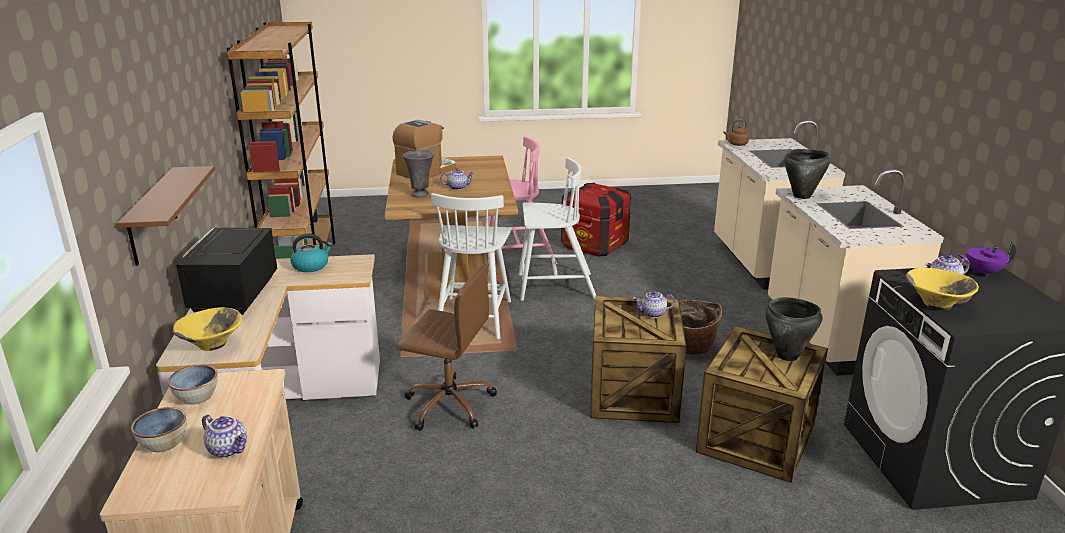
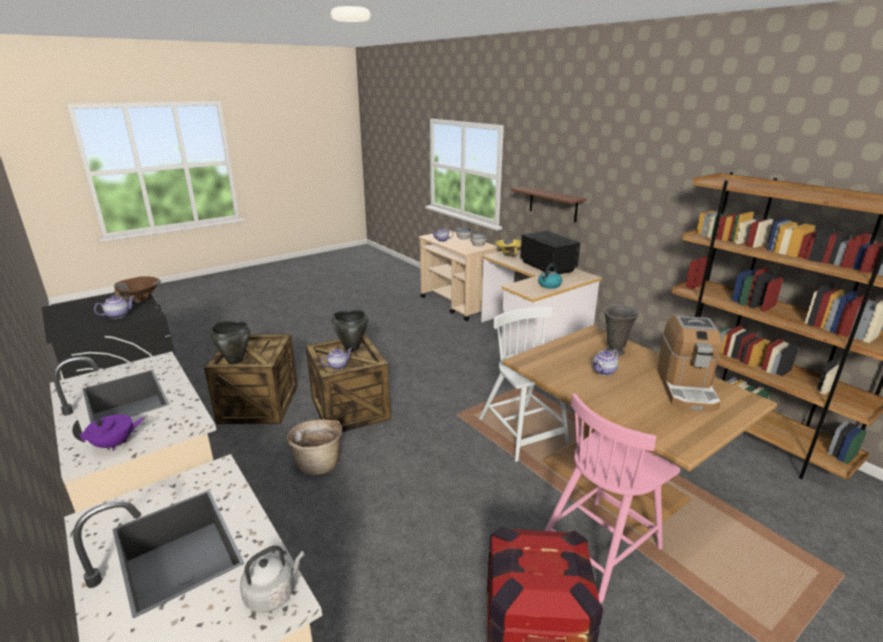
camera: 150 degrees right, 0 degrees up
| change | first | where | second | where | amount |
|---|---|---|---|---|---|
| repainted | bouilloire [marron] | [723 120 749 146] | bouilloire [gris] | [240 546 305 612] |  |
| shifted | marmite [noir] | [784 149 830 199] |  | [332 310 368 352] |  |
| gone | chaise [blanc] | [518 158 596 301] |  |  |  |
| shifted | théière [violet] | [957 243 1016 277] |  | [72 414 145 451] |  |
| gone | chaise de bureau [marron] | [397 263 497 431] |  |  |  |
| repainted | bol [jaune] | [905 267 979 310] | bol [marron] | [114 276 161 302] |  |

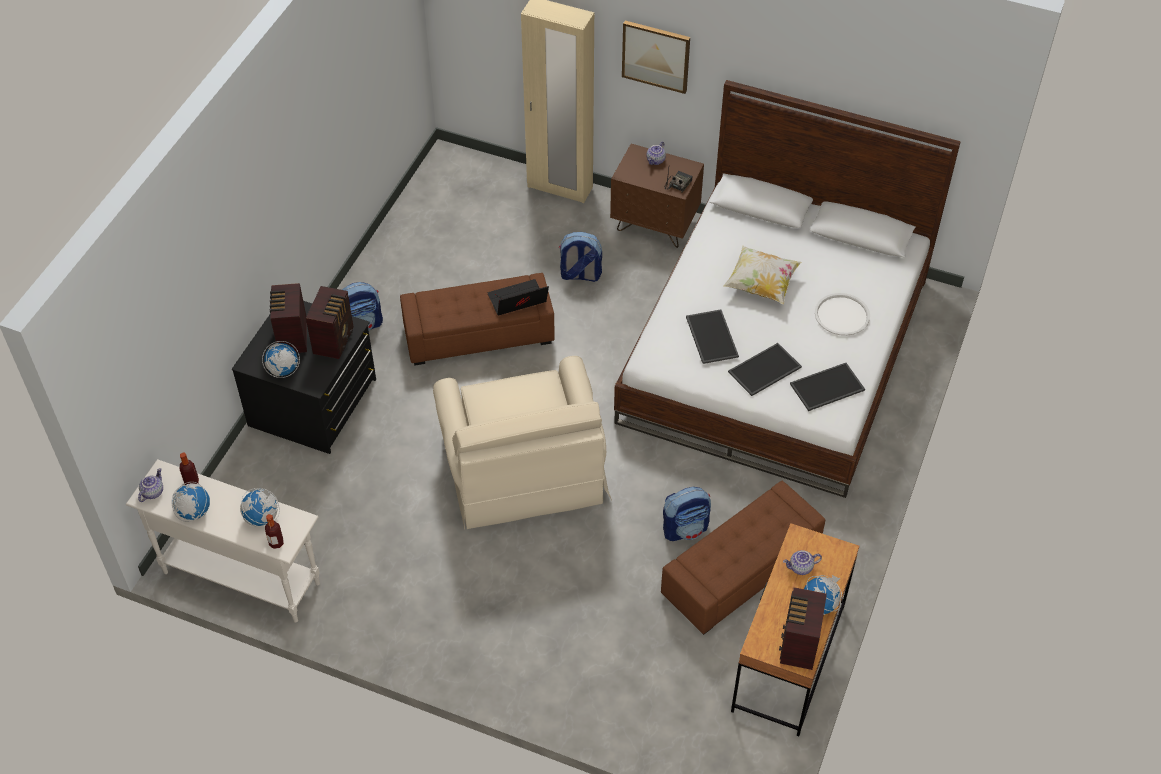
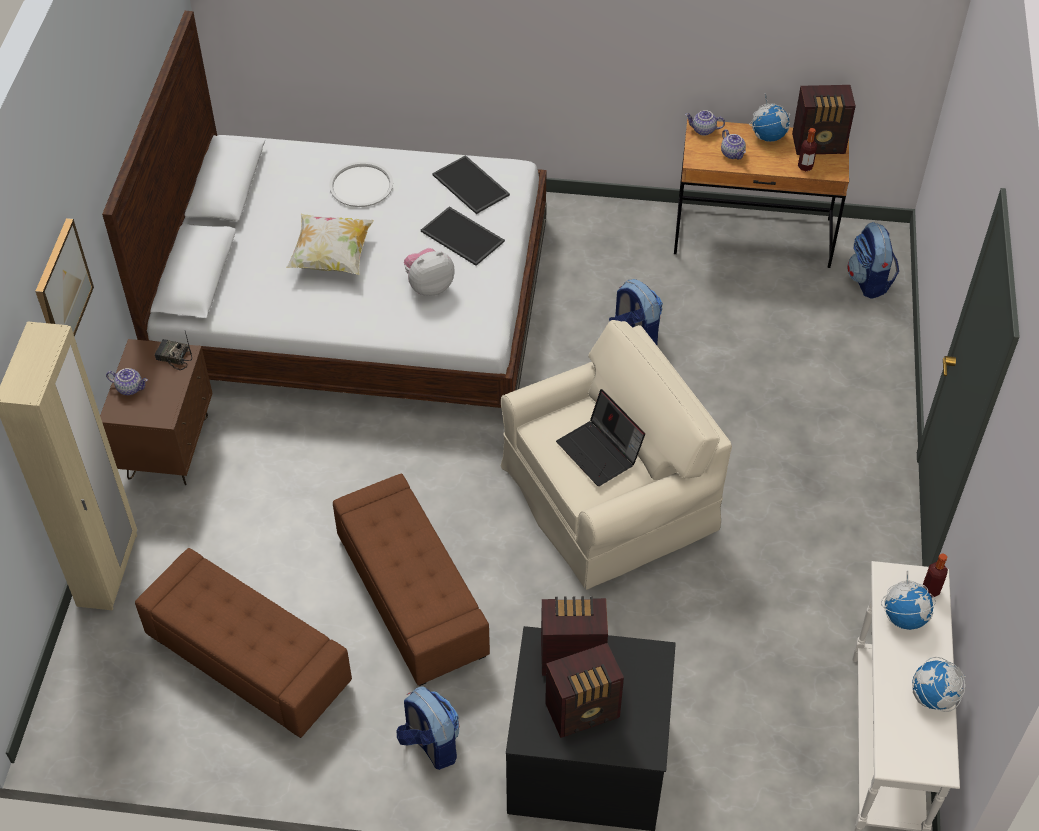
camera: 105 degrees left, 0 degrees up
| change | first | where | second | where | amount |
|---|---|---|---|---|---|
| shifted | sac à dos | [559 232 602 282] |  | [847 222 899 299] |  |
| shifted | ordinateur portable | [488 279 549 315] |  | [556 389 645 486] |  |
| swapped | plateau | [686 309 739 364] | peluche | [404 248 455 296] |  |
| gone | globe | [262 341 300 378] |  |  |  |
| shifted | bouteille | [180 453 199 485] |  | [798 128 817 171] |  |
| shifted | théière | [138 468 163 502] |  | [685 110 725 136] |  |
| shifted | pouf [marron] | [661 481 825 635] |  | [135 548 352 738] |  |

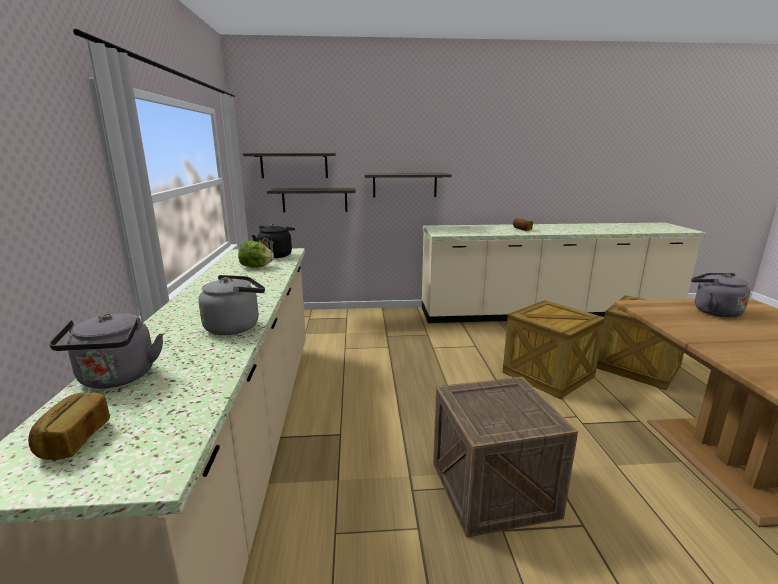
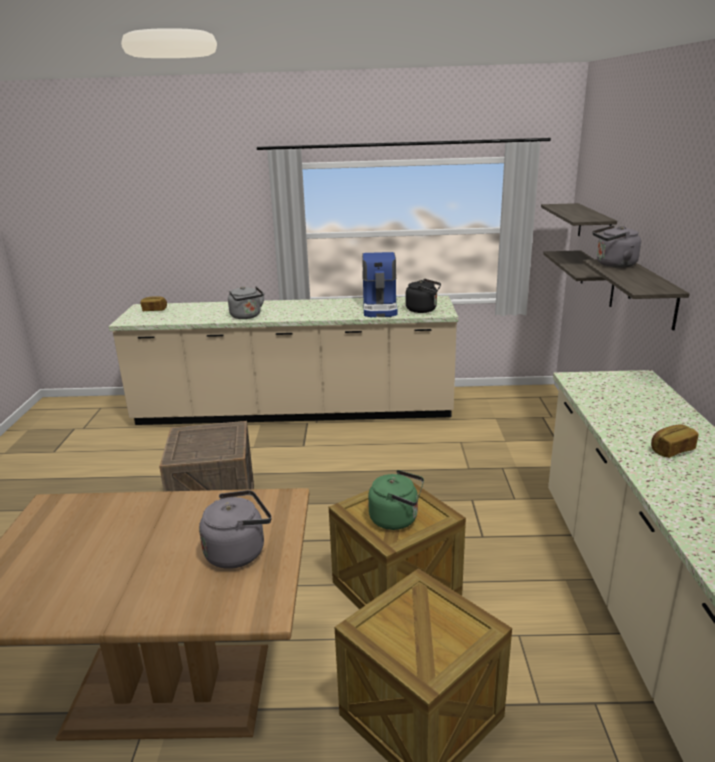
camera: 95 degrees right, 5 degrees up
| change | first | where | second | where | amount |
|---|---|---|---|---|---|
| swapped | laitue | [238 241 274 267] | machine à café | [362 252 397 317] |  |
| shifted | bouilloire [gris] | [49 313 163 389] |  | [593 225 641 268] |  |
| new |  |  | bouilloire [vert] | [368 470 424 530] |  |

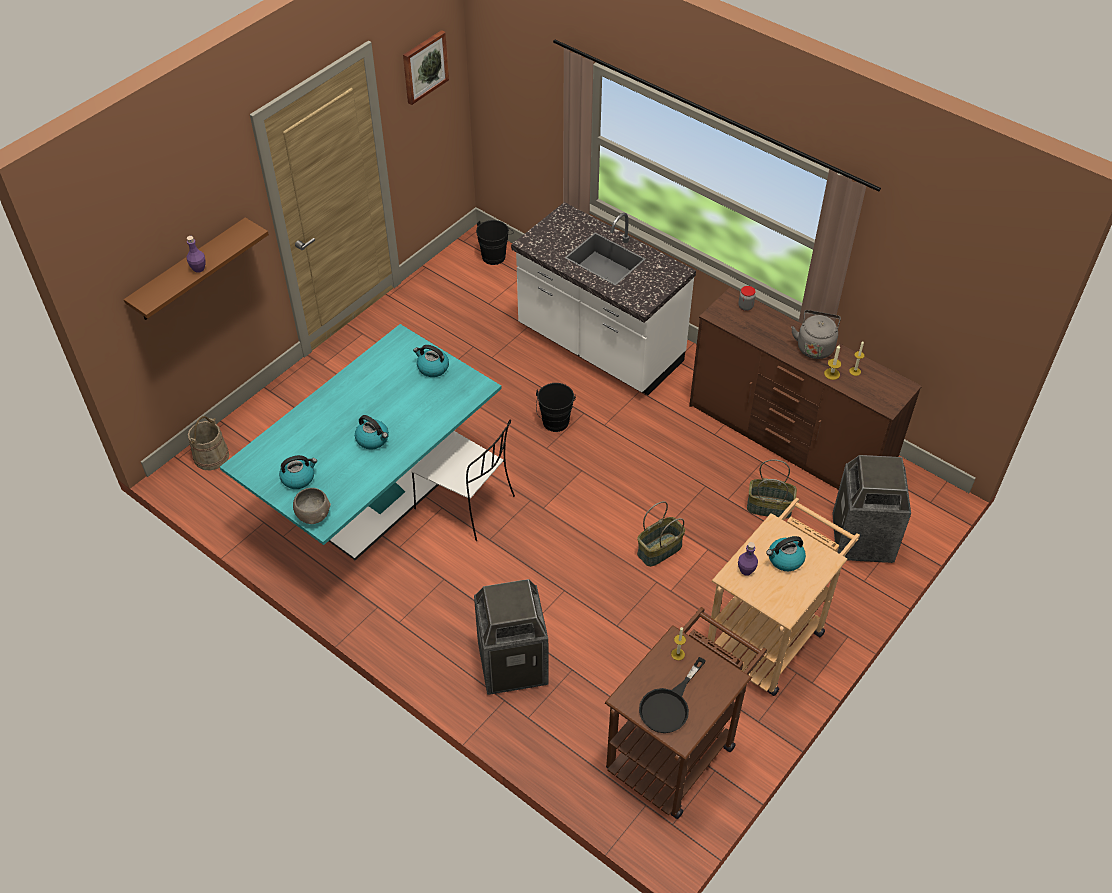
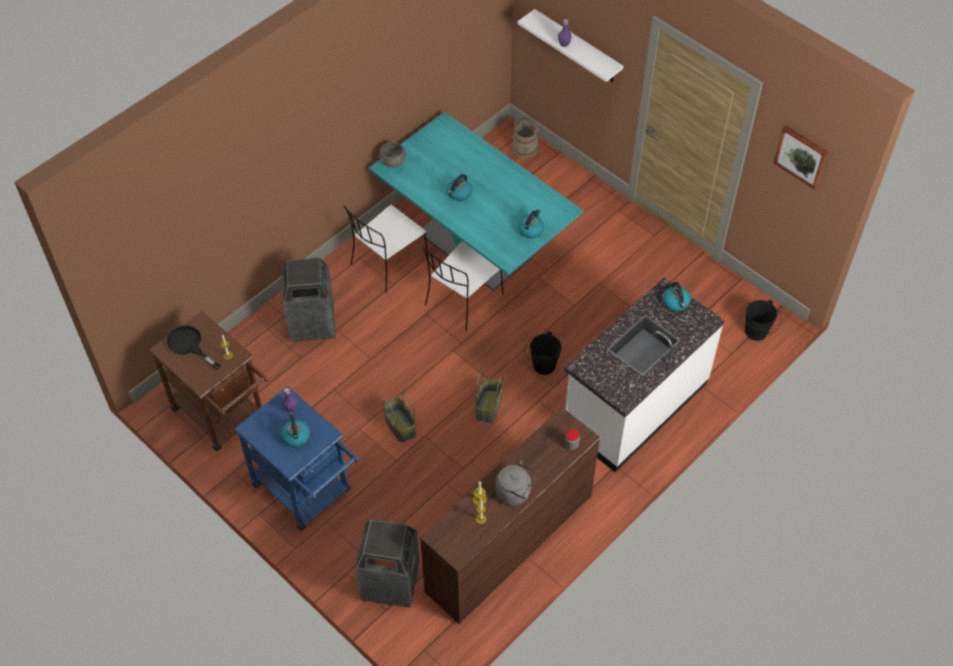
camera: 95 degrees right, 5 degrees up
| change | first | where | second | where | amount |
|---|---|---|---|---|---|
| repainted | étagère [marron] | [124 217 269 320] | étagère [blanc] | [517 9 624 82] |  |
| shifted | bouilloire | [279 455 317 489] |  | [663 282 691 311] |  |
| shifted | panier | [747 459 797 519] |  | [475 371 503 423] |  |
| repainted | chariot [beige] | [708 498 860 696] | chariot [bleu] | [234 386 359 531] |  |
| new |  |  | chaise [blanc] | [344 205 429 293] |  |

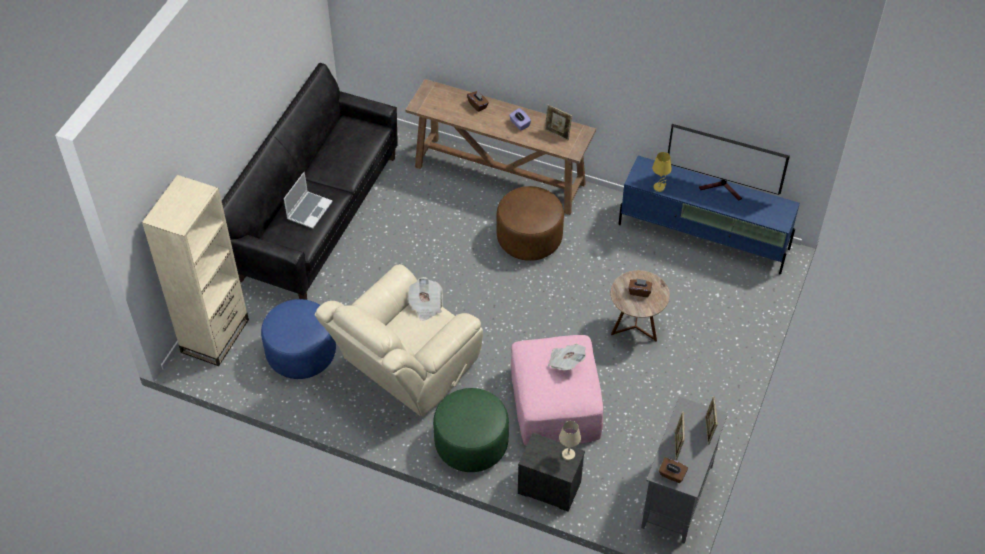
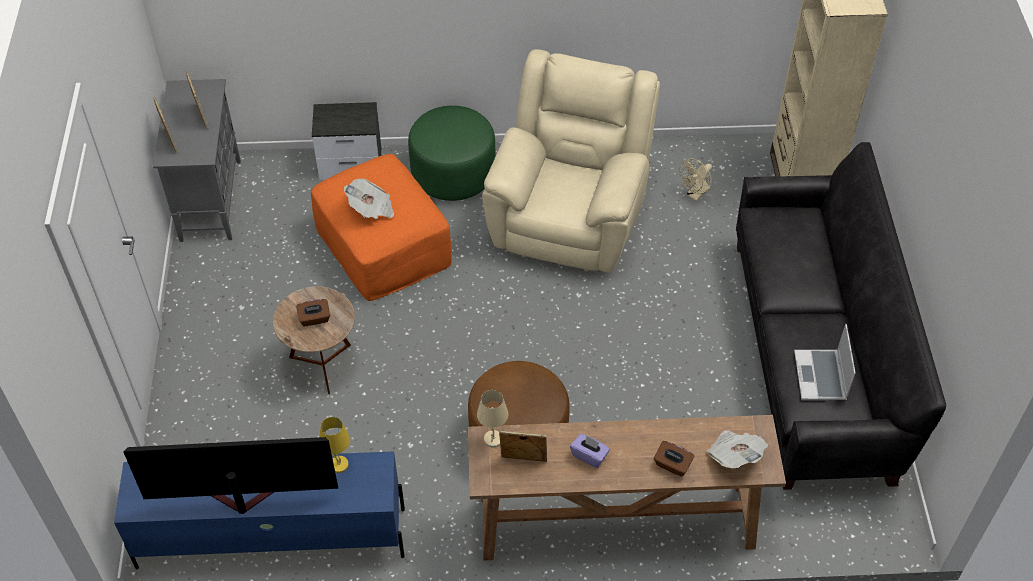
camera: 155 degrees right, 0 degrees up
| change | first | where | second | where | amount |
|---|---|---|---|---|---|
| shifted | ordinateur portable | [284 172 333 229] |  | [794 324 856 400] |  |
| shifted | journal | [407 277 443 321] |  | [706 430 768 468] |  |
| swapped | pouf [bleu] | [261 299 336 379] | ventilateur [beige] | [679 158 712 201] |  |
| repainted | pouf [rose] | [511 335 603 446] | pouf [orange] | [311 154 452 301] |  |
| shifted | lampe de table [beige] | [559 421 581 461] |  | [477 390 508 448] |  |
| gone | boîte à mouchoirs [marron] | [659 458 688 483] |  |  |  |

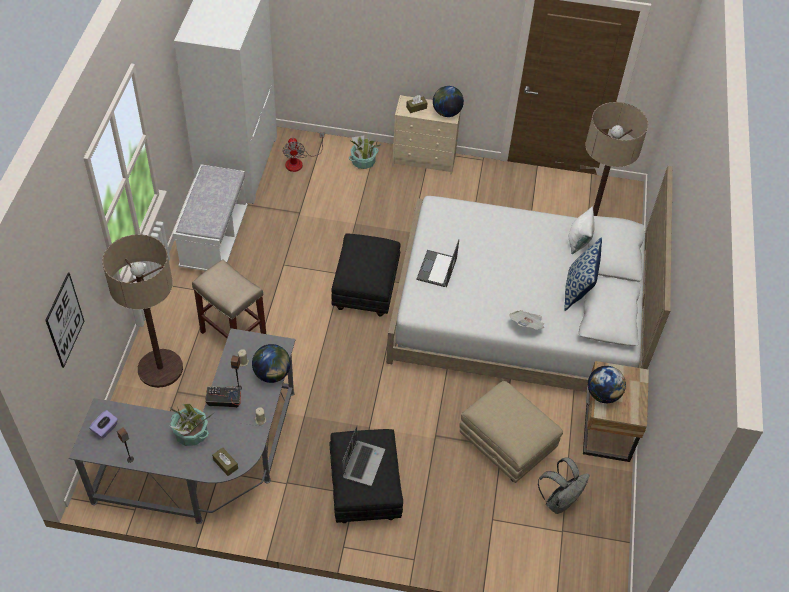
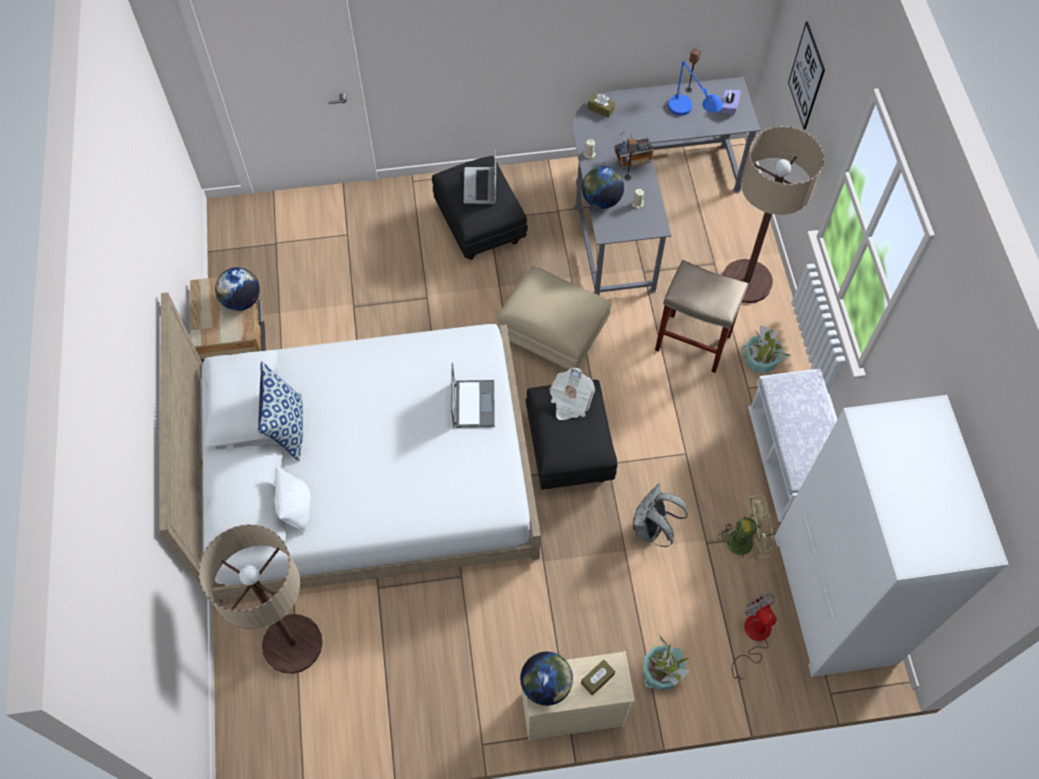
camera: 165 degrees right, 10 degrees up
| change | first | where | second | where | amount |
|---|---|---|---|---|---|
| shifted | journal | [509 310 545 330] |  | [549 368 595 420] |  |
| shifted | pouf [beige] | [459 381 563 483] |  | [497 266 612 370] |  |
| shifted | plante en pot | [170 404 215 446] |  | [741 325 791 374] |  |
| shifted | sac à dos [gris] | [538 458 590 514] |  | [633 483 688 547] |  |
| new |  |  | lampe de table [bleu] | [668 61 723 116] |  |
| new |  |  | ventilateur [vert] | [719 495 774 564] |  |

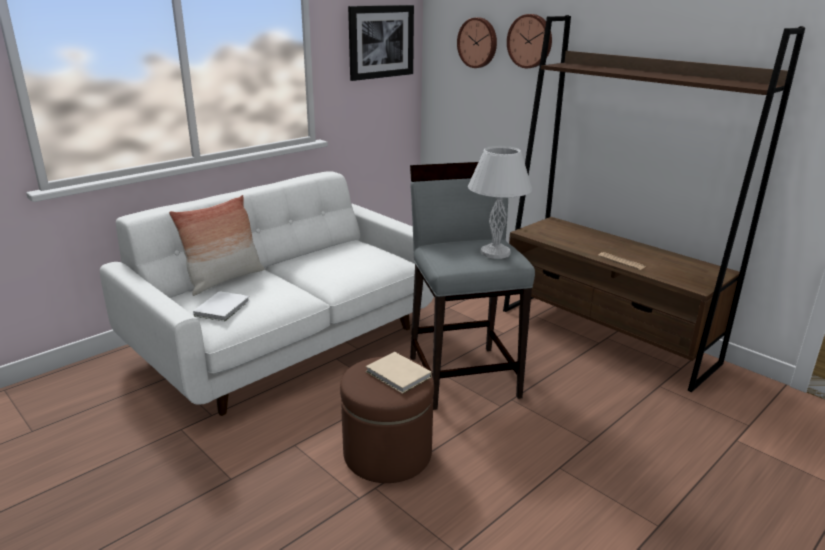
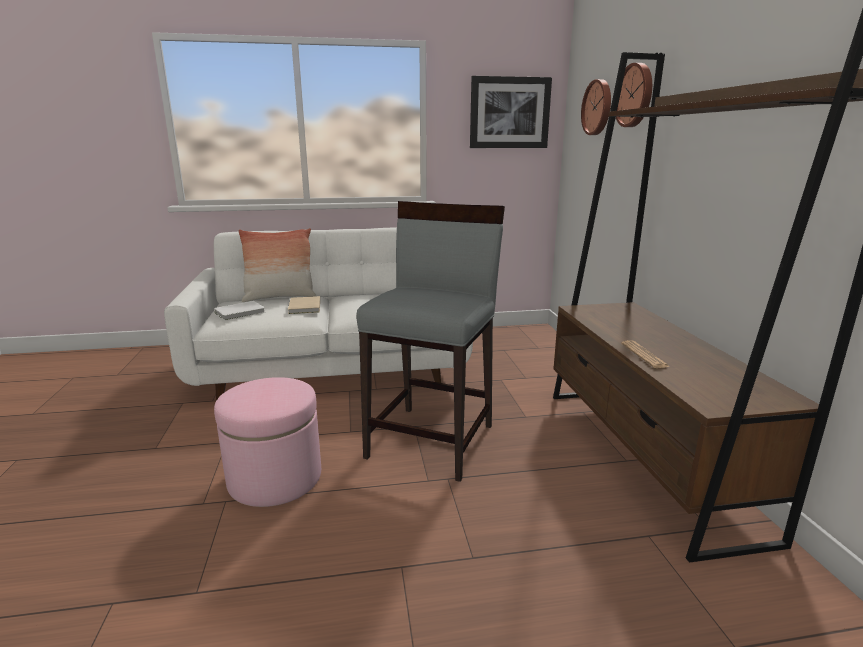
camera: 35 degrees right, 5 degrees down
| change | first | where | second | where | amount |
|---|---|---|---|---|---|
| gone | lampe de table [blanc] | [468 146 532 259] |  |  |  |
| shifted | livre [beige] | [366 352 432 394] |  | [288 296 320 314] |  |
| repainted | pouf [marron] | [340 357 434 483] | pouf [rose] | [214 377 321 507] |  |

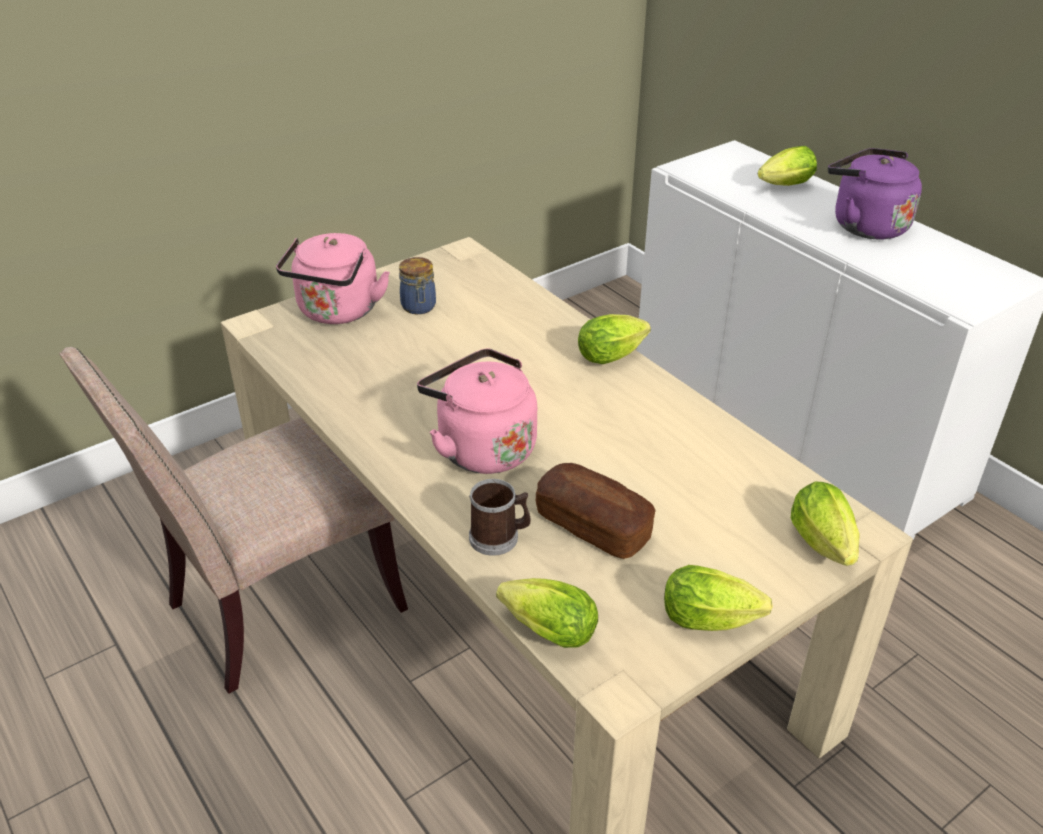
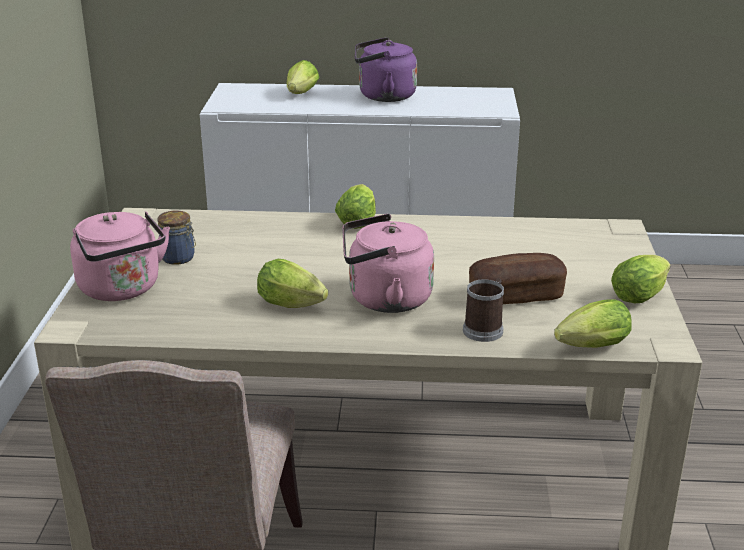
camera: 50 degrees left, 10 degrees down
| change | first | where | second | where | amount |
|---|---|---|---|---|---|
| shifted | laitue | [791 482 860 566] |  | [257 259 328 308] |  |

